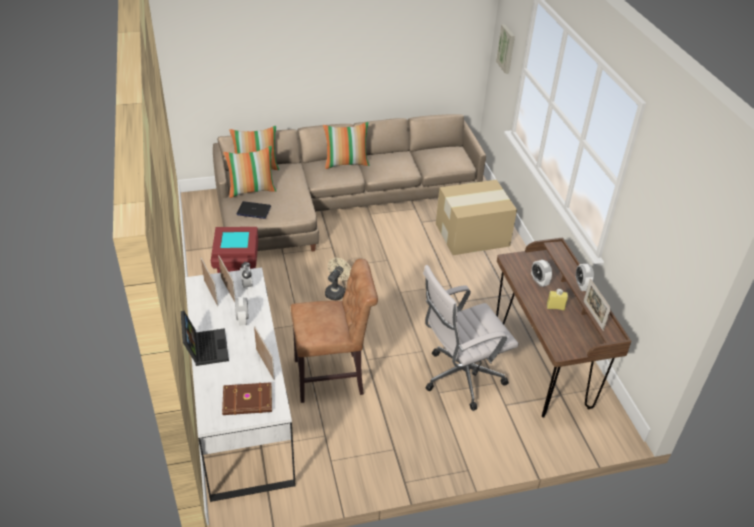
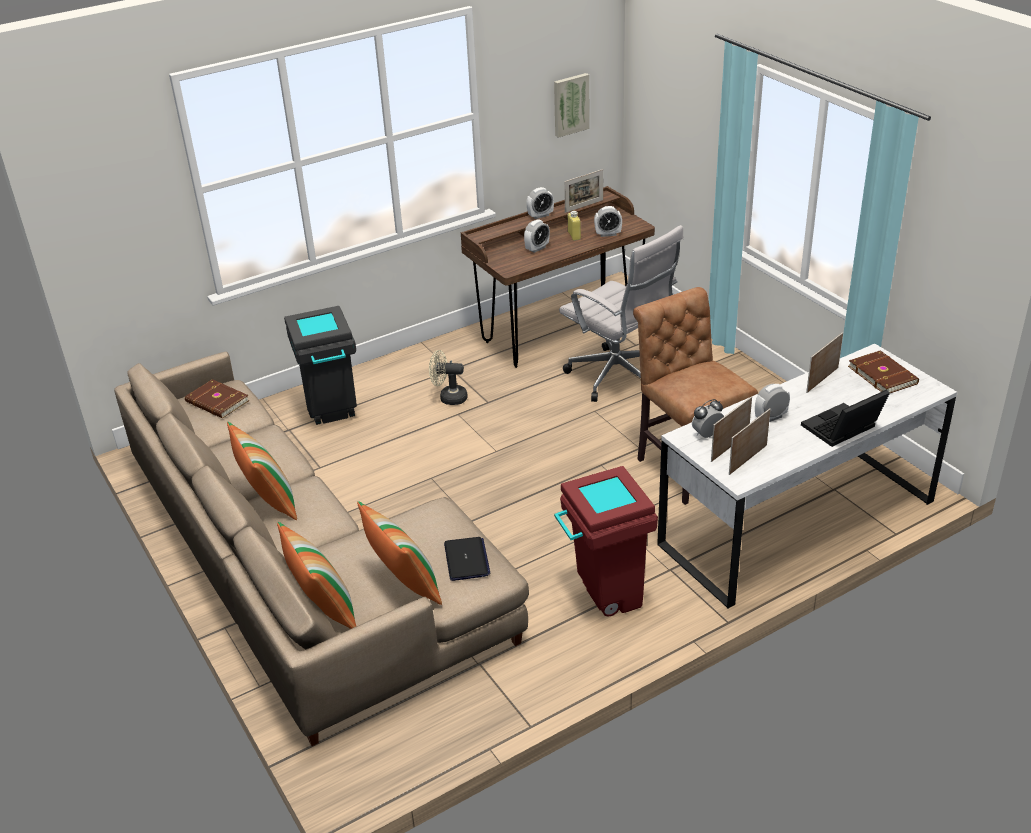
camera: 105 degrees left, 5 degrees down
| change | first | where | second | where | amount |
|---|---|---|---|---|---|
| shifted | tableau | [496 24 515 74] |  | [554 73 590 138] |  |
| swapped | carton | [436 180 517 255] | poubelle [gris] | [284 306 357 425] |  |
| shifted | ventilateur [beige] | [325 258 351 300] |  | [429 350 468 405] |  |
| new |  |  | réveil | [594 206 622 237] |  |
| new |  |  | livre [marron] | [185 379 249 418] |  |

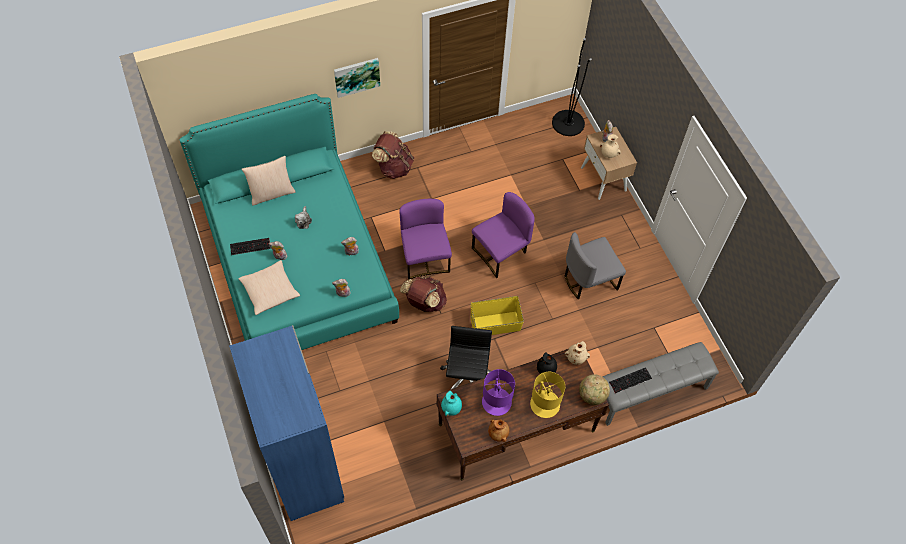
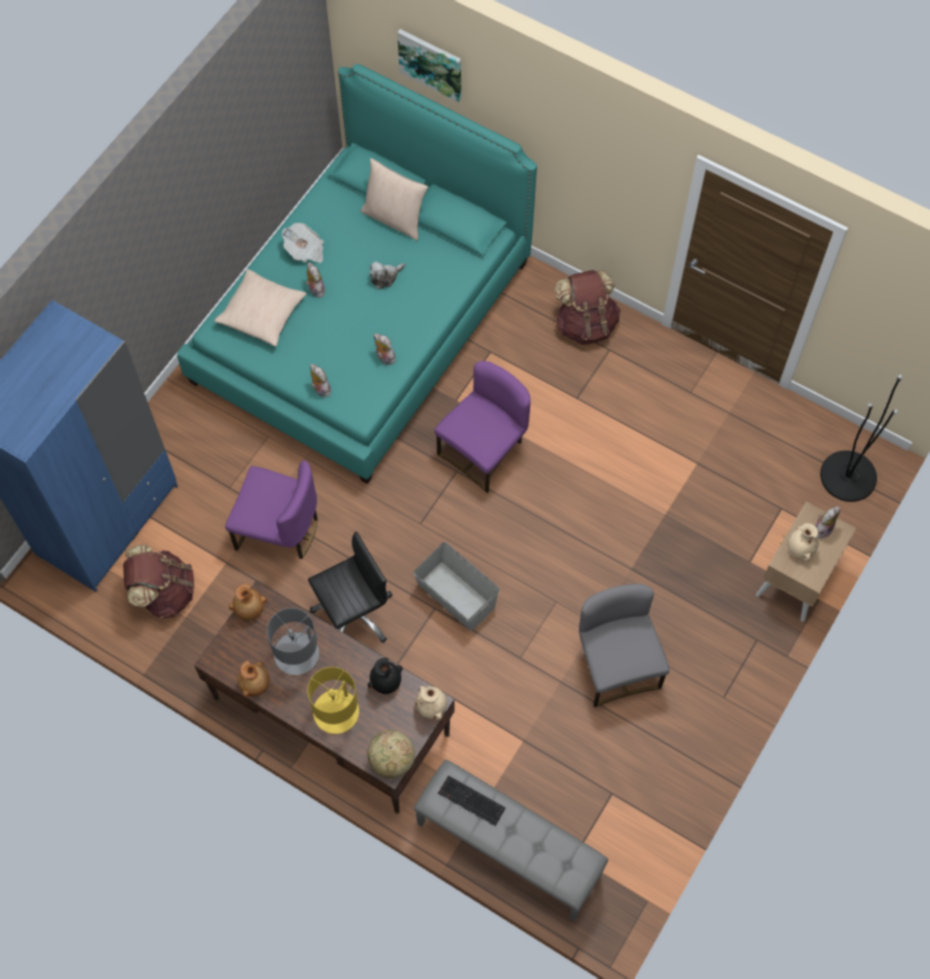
camera: 55 degrees right, 5 degrees up
| change | first | where | second | where | amount |
|---|---|---|---|---|---|
| shifted | tableau | [334 58 380 98] |  | [397 29 461 103] |  |
| shifted | chaise [violet] | [472 192 535 278] |  | [225 460 318 559] |  |
| rotated | chaise [gris] | [565 232 626 299] |  | [579 584 669 707] | 45 degrees clockwise |
| swapped | clavier | [230 238 271 255] | journal | [282 223 324 263] |  |
| shifted | sac à dos [marron] | [400 275 447 312] |  | [123 544 194 618] |  |
| repainted | boîte de rangement [jaune] | [471 296 524 335] | boîte de rangement [gris] | [413 542 499 631] |  |
| repainted | lampe de table [violet] | [482 369 515 416] | lampe de table [gris] | [267 608 319 675] |  |
| repainted | vase [turquoise] | [441 391 462 416] | vase [marron] | [229 584 267 620] |  |

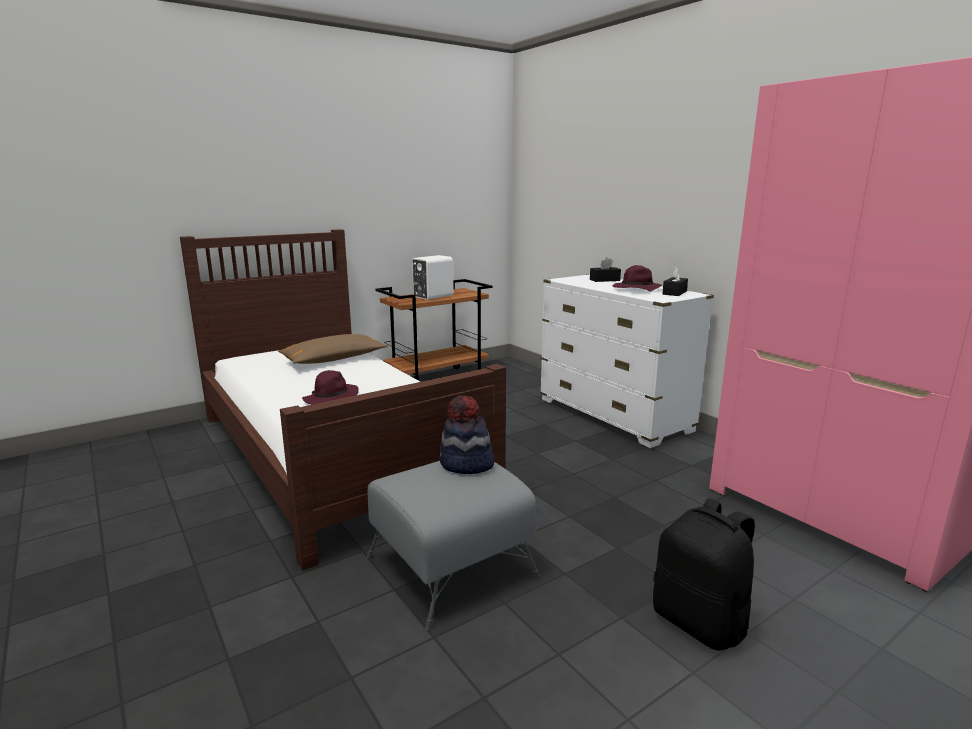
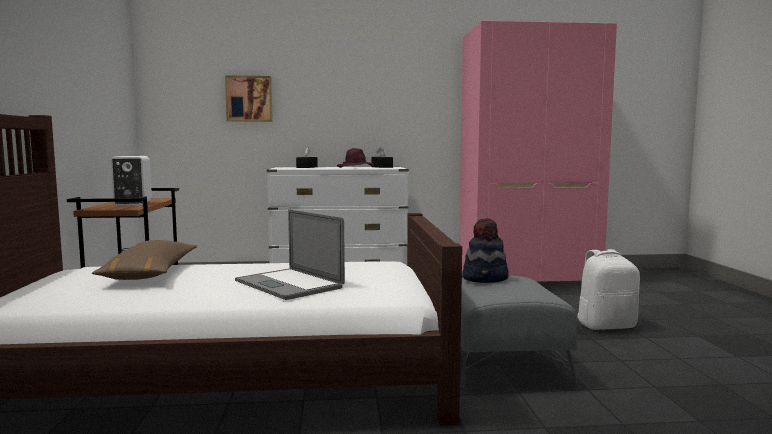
camera: 60 degrees left, 10 degrees down
| change | first | where | second | where | amount |
|---|---|---|---|---|---|
| swapped | chapeau [violet] | [302 370 359 405] | ordinateur portable | [235 209 345 300] |  |
| repainted | sac à dos [noir] | [653 499 755 650] | sac à dos [blanc] | [577 249 640 330] |  |
| new |  |  | tableau | [225 76 273 122] |  |

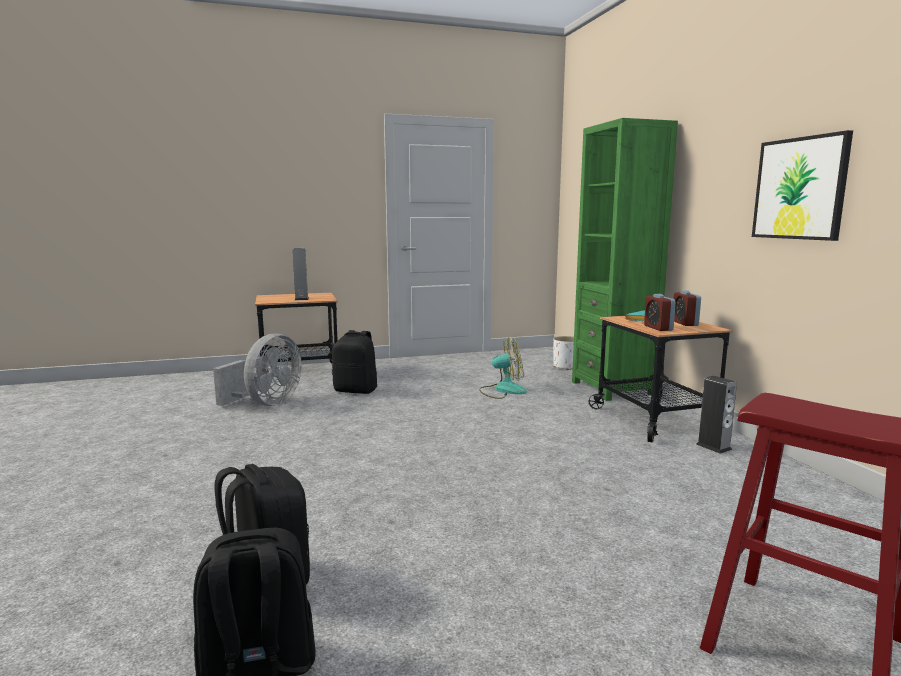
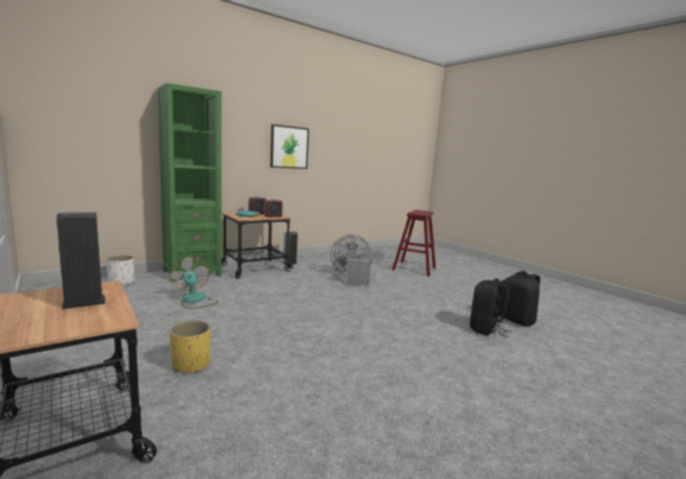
camera: 110 degrees left, 0 degrees up
| change | first | where | second | where | amount |
|---|---|---|---|---|---|
| swapped | sac à dos [noir] | [332 330 377 394] | cache-pot [jaune] | [169 320 211 373] |  |
| shifted | ventilateur [gris] | [213 333 302 406] |  | [330 234 373 285] |  |

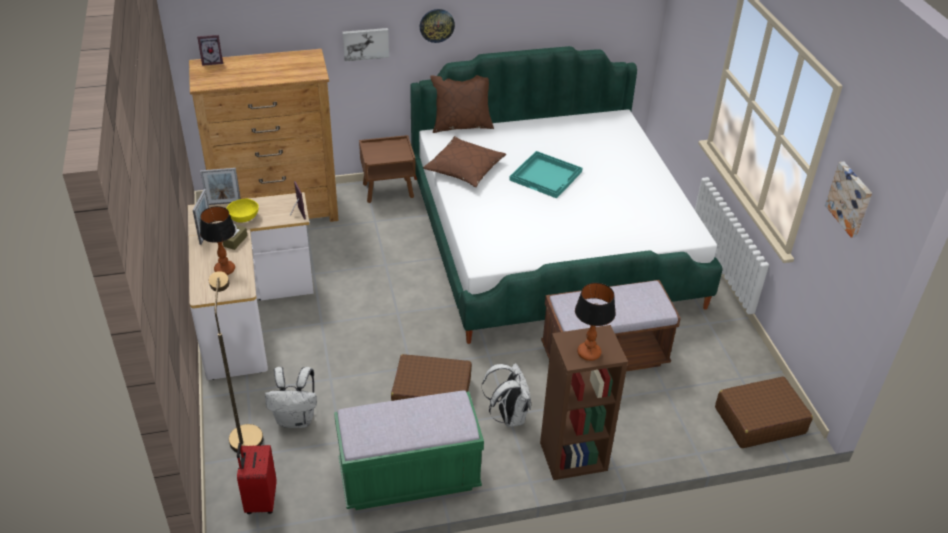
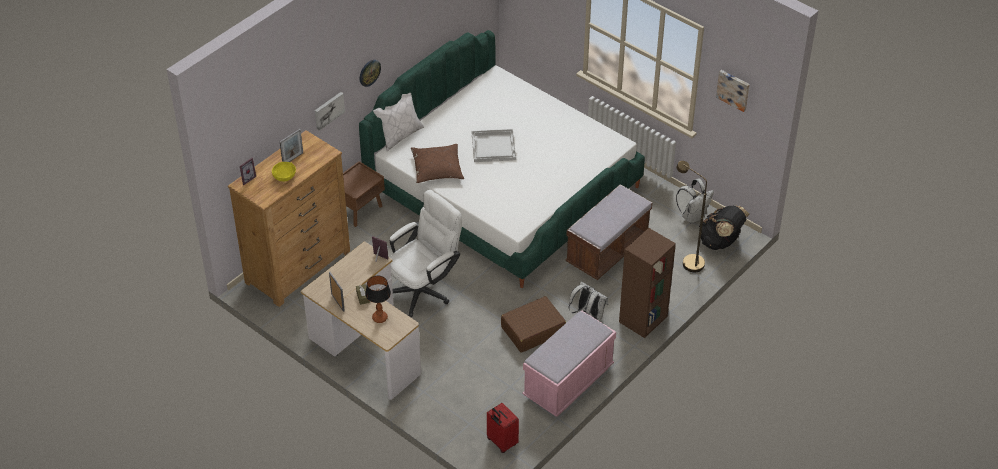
camera: 35 degrees left, 5 degrees up
| change | first | where | second | where | amount |
|---|---|---|---|---|---|
| repainted | coussin [marron] | [430 75 494 133] | coussin [blanc] | [373 93 424 151] |  |
| repainted | plateau [turquoise] | [509 151 582 198] | plateau [blanc] | [472 129 516 162] |  |
| shifted | cadre photo | [200 168 241 205] |  | [280 129 303 162] |  |
| shifted | bol [jaune] | [226 199 259 223] |  | [272 162 296 181] |  |
| shifted | lampadaire [marron] | [209 271 263 453] |  | [677 161 707 272] |  |
| gone | lampe de table | [575 283 616 361] |  |  |  |
| shifted | sac à dos [blanc] | [265 367 317 428] |  | [676 179 714 223] |  |
| swapped | valise [marron] | [715 376 813 448] | sac à dos [noir] | [699 206 750 250] |  |
| repainted | banc [vert] | [334 390 484 510] | banc [rose] | [523 311 616 417] |  |
| new |  |  | chaise de bureau [blanc] | [390 190 462 317] |  |

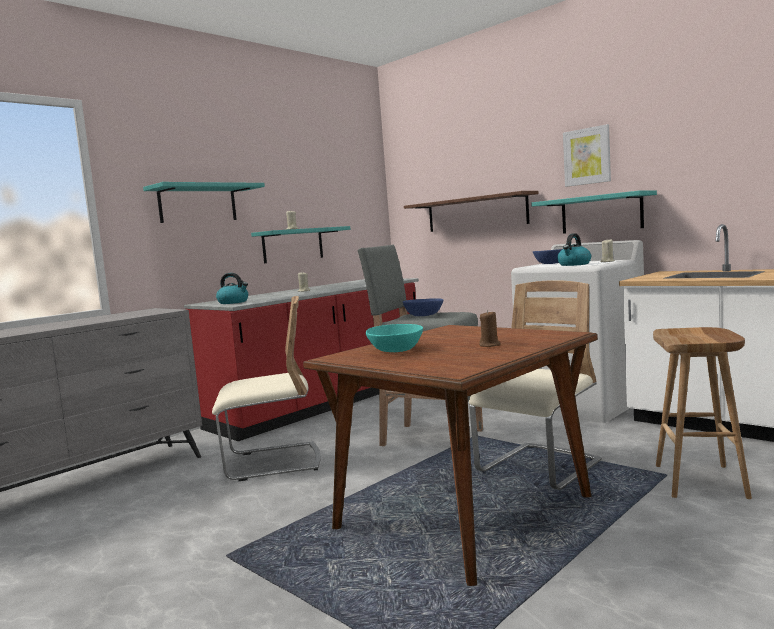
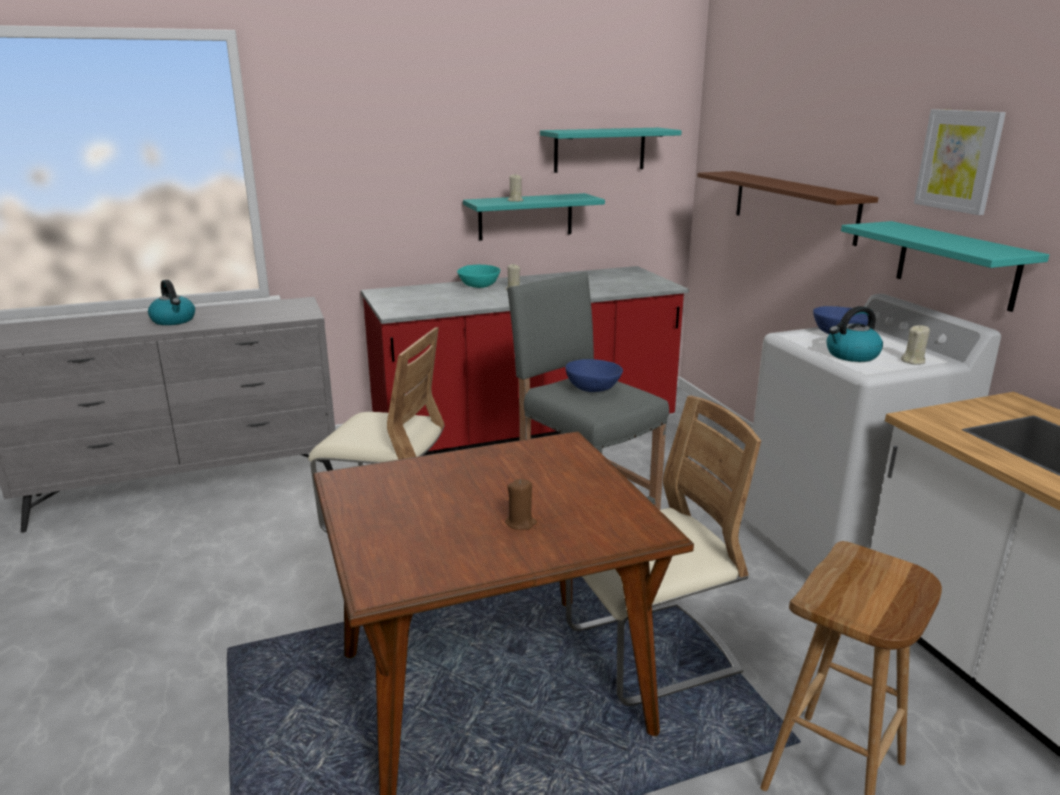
camera: 25 degrees right, 15 degrees up
| change | first | where | second | where | amount |
|---|---|---|---|---|---|
| shifted | étagère [turquoise] | [143 182 265 223] |  | [540 128 682 173] |  |
| shifted | bouilloire | [216 273 248 304] |  | [148 280 195 325] |  |
| shifted | bol [turquoise] | [366 324 423 352] |  | [457 265 500 288] |  |

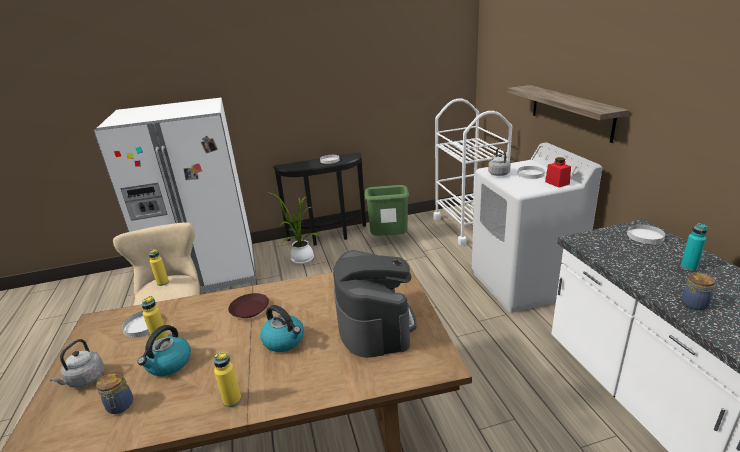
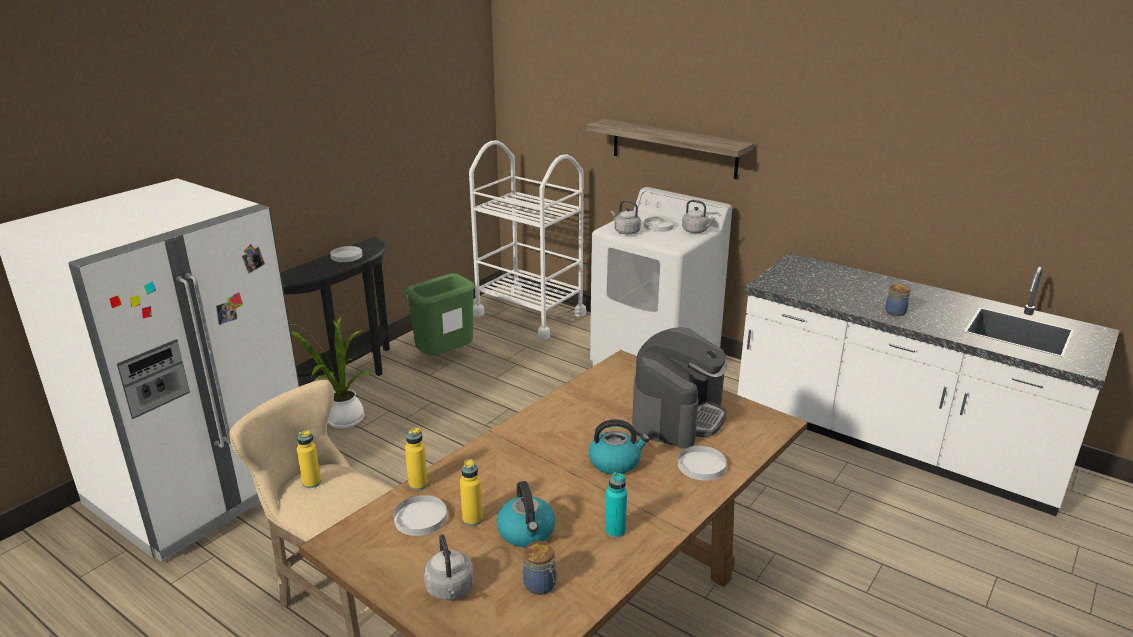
camera: 40 degrees left, 0 degrees up
| change | first | where | second | where | amount |
|---|---|---|---|---|---|
| swapped | bocal [rouge] | [545 157 571 188] | bouilloire [gris] | [682 200 715 233] |  |
| shifted | bouteille [turquoise] | [681 223 707 271] |  | [605 472 627 538] |  |
| shifted | assiette [blanc] | [627 224 665 244] |  | [678 446 727 481] |  |
| rotated | machine à café | [333 250 417 358] |  | [632 328 727 448] | 75 degrees clockwise |
| gone | assiette [marron] | [228 293 269 318] |  |  |  |
| shifted | bouteille [jaune] | [214 352 241 407] |  | [405 427 428 490] |  |

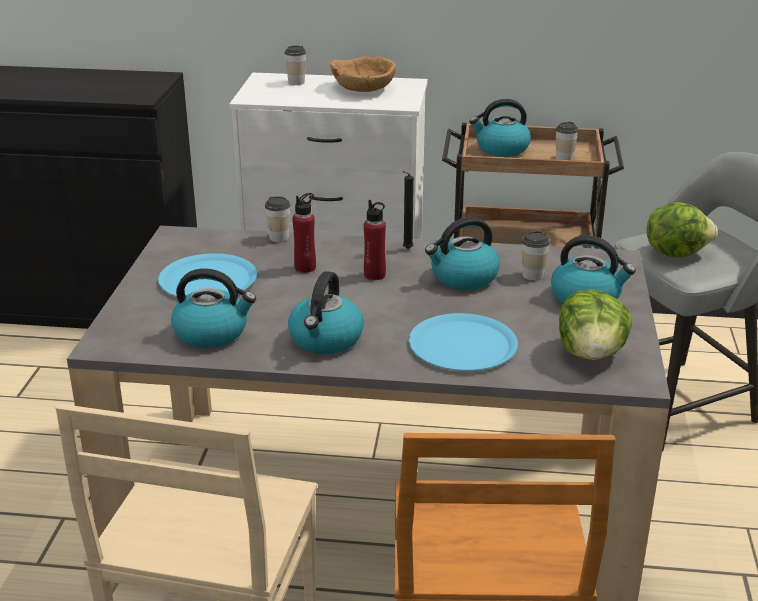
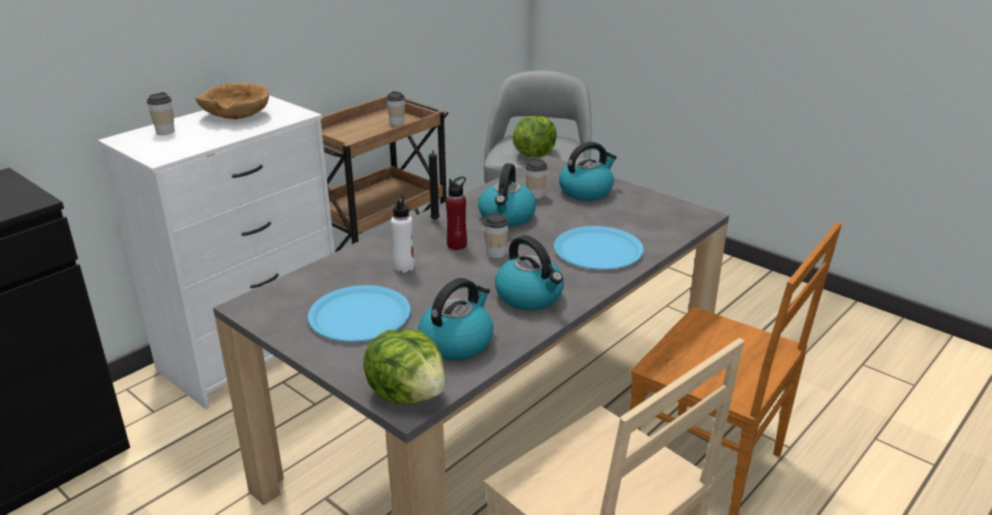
camera: 55 degrees left, 0 degrees up
| change | first | where | second | where | amount |
|---|---|---|---|---|---|
| gone | bouilloire | [469 99 531 157] |  |  |  |
| repainted | bouteille [rouge] | [292 193 316 273] | bouteille [blanc] | [391 194 415 273] |  |
| shifted | tasse | [265 196 291 242] |  | [483 213 509 258] |  |
| shifted | laitue | [559 289 632 360] |  | [363 329 445 404] |  |

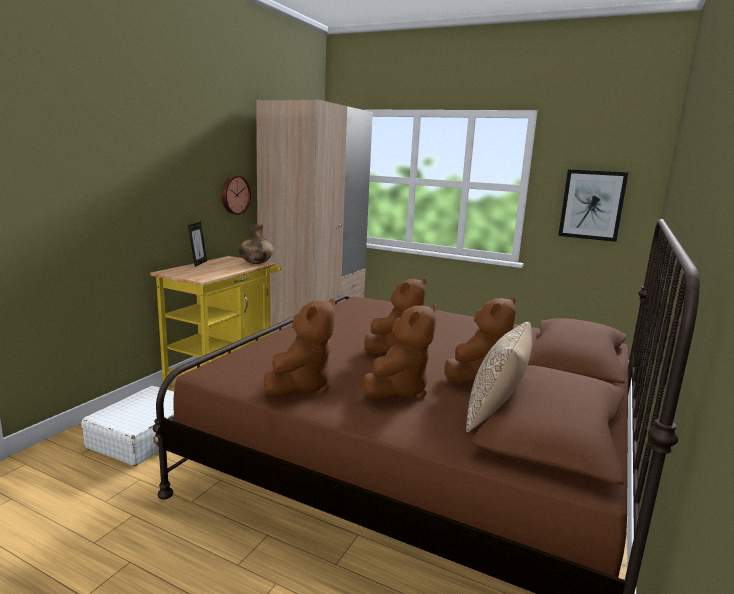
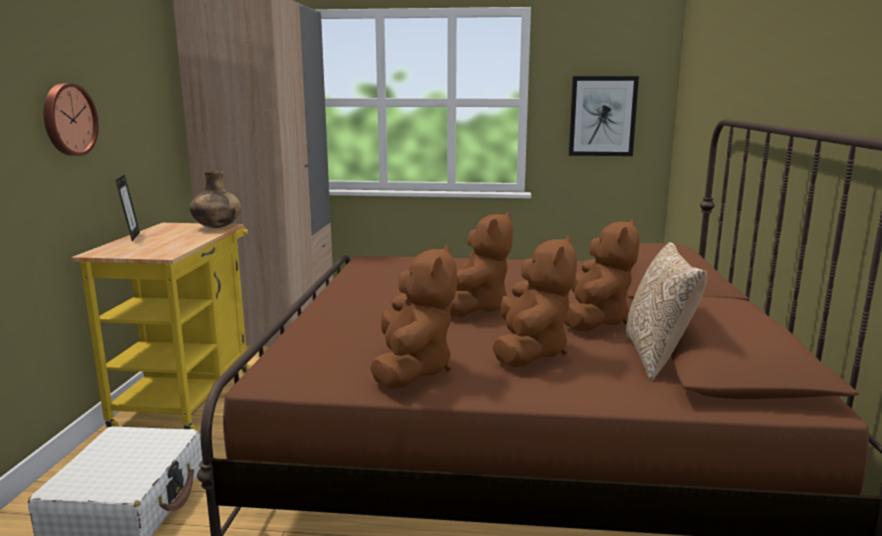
camera: 20 degrees left, 0 degrees up
| change | first | where | second | where | amount |
|---|---|---|---|---|---|
| shifted | horloge murale | [222 175 251 215] |  | [43 83 99 156] |  |

